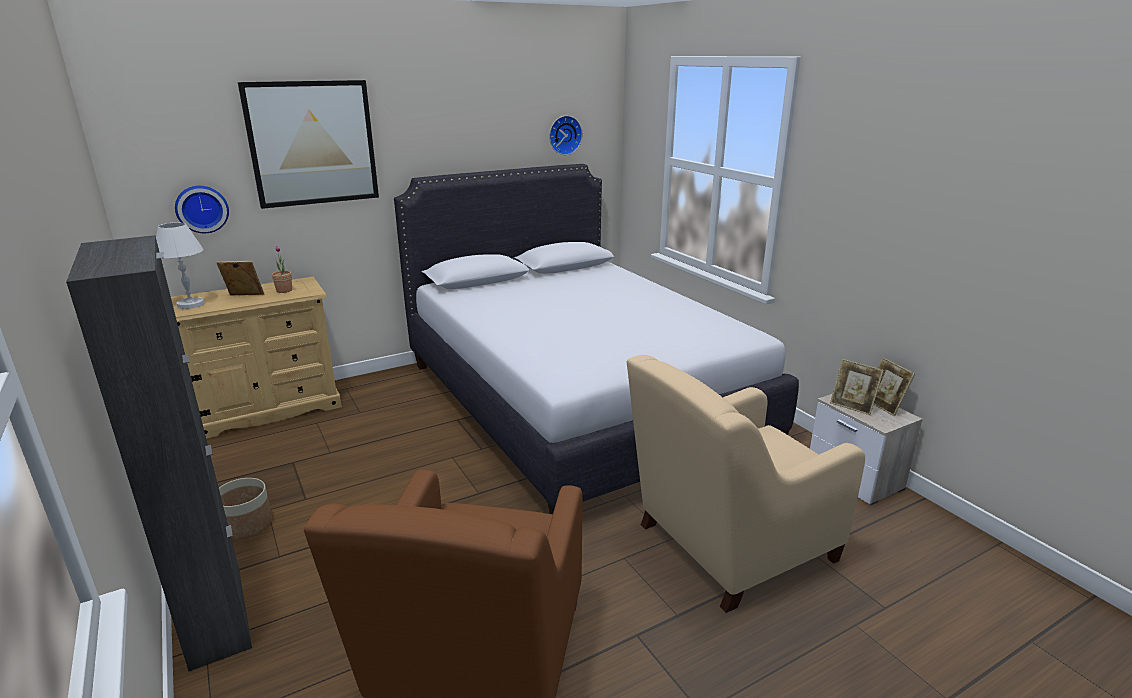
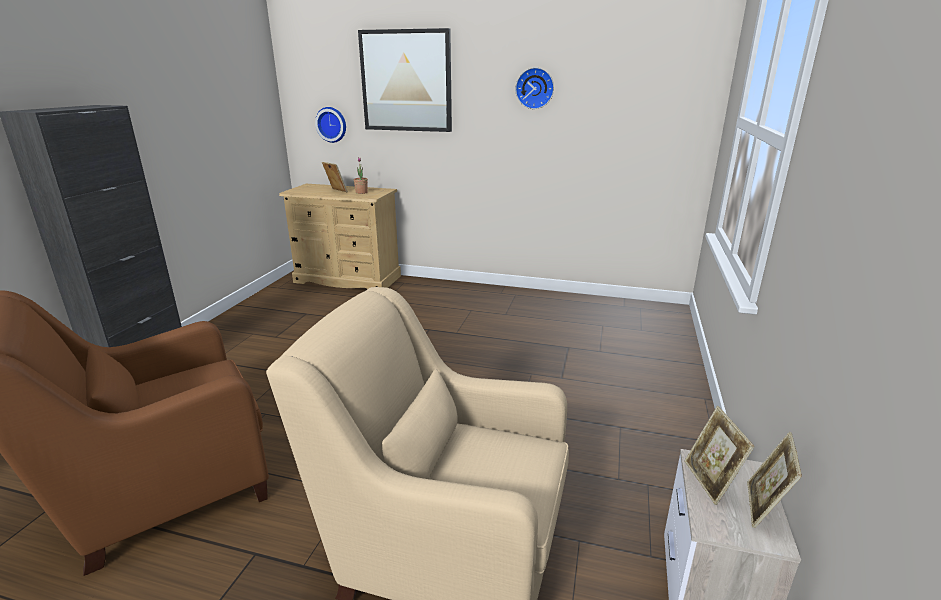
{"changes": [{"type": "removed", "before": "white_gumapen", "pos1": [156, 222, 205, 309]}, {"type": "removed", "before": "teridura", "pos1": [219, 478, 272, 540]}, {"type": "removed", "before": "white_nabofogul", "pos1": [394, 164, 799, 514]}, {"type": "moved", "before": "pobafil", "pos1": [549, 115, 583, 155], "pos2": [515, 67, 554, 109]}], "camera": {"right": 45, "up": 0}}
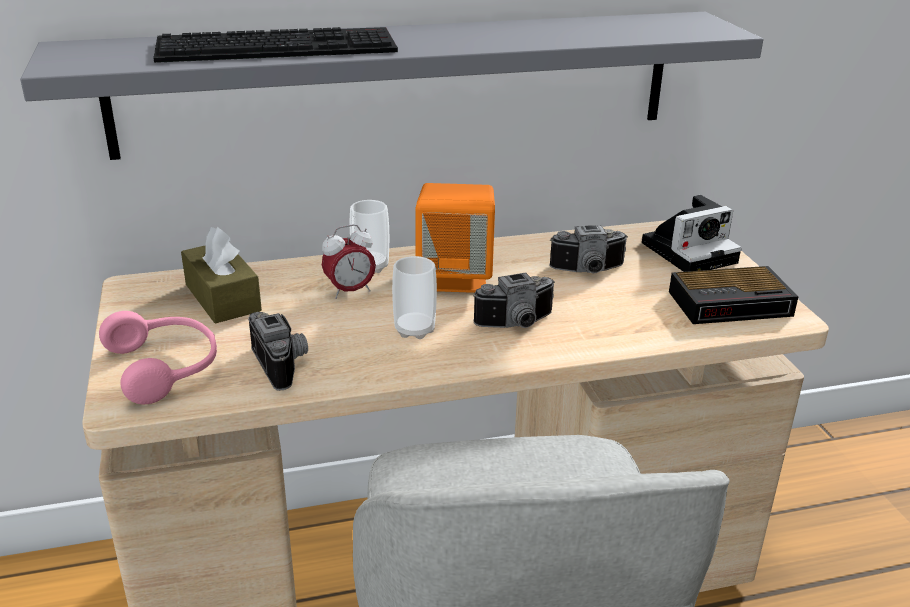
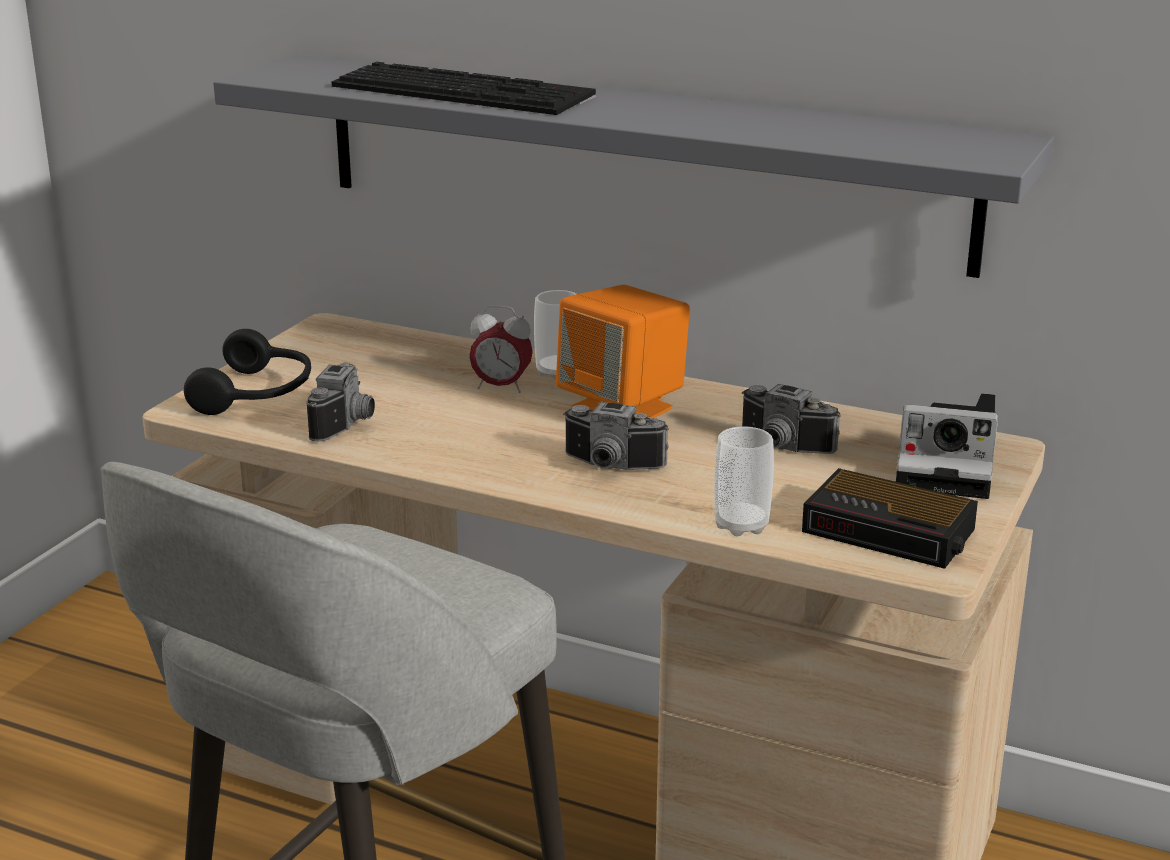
{"changes": [{"type": "recoloured", "before": "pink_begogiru", "after": "black_begogiru", "pos1": [99, 311, 217, 404], "pos2": [184, 329, 311, 415]}, {"type": "removed", "before": "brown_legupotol", "pos1": [181, 227, 262, 324]}, {"type": "moved", "before": "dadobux", "pos1": [392, 256, 437, 339], "pos2": [714, 426, 774, 536]}], "camera": {"right": 40, "up": -5}}
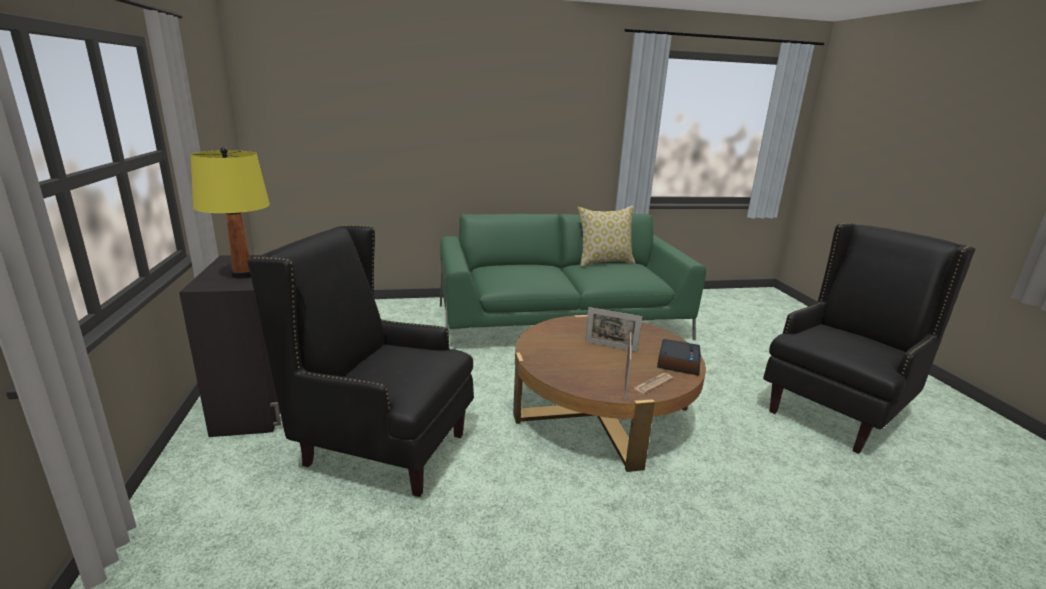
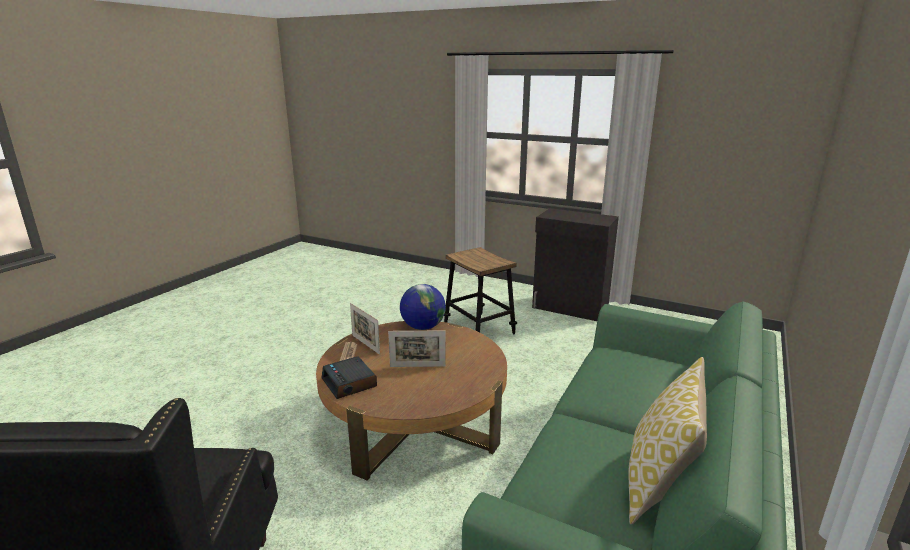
{"changes": [{"type": "removed", "before": "yellow_gumapen", "pos1": [190, 147, 270, 279]}, {"type": "replaced", "before": "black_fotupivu", "after": "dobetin", "pos1": [247, 225, 474, 497], "pos2": [444, 247, 517, 335]}, {"type": "turned", "before": "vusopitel", "pos1": [585, 307, 642, 352], "pos2": [388, 330, 446, 367], "turn": -150}, {"type": "added", "after": "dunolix", "pos2": [400, 284, 446, 330]}], "camera": {"right": 130, "up": 0}}
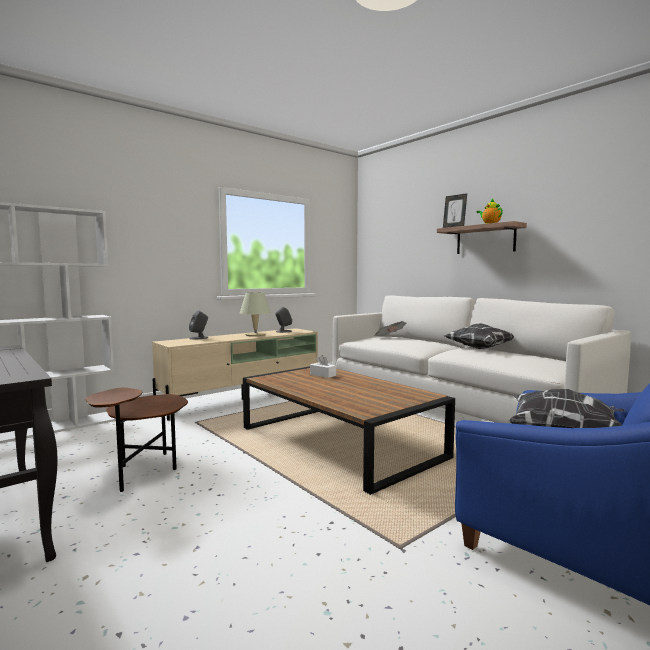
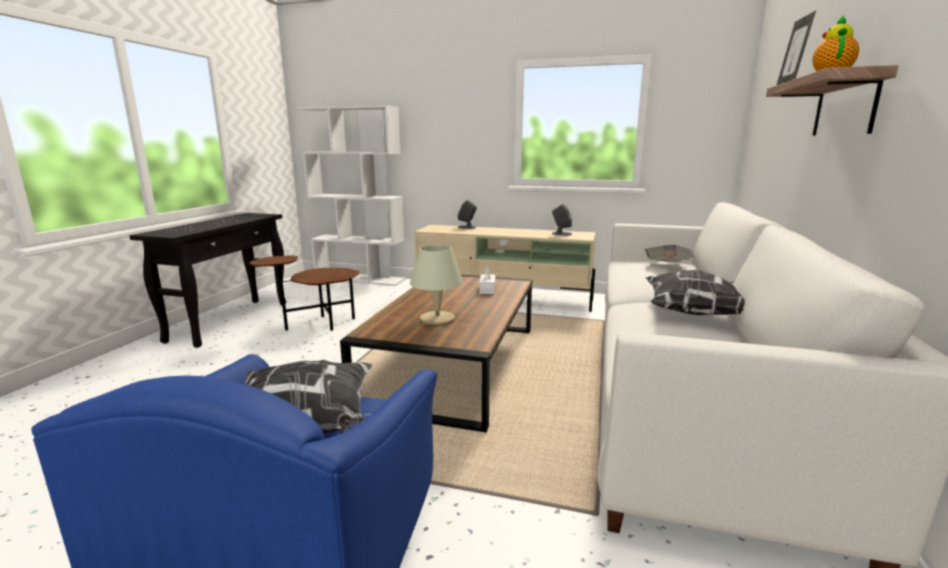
{"changes": [{"type": "moved", "before": "beige_gumapen", "pos1": [240, 292, 271, 337], "pos2": [410, 245, 463, 325]}], "camera": {"right": 55, "up": 10}}
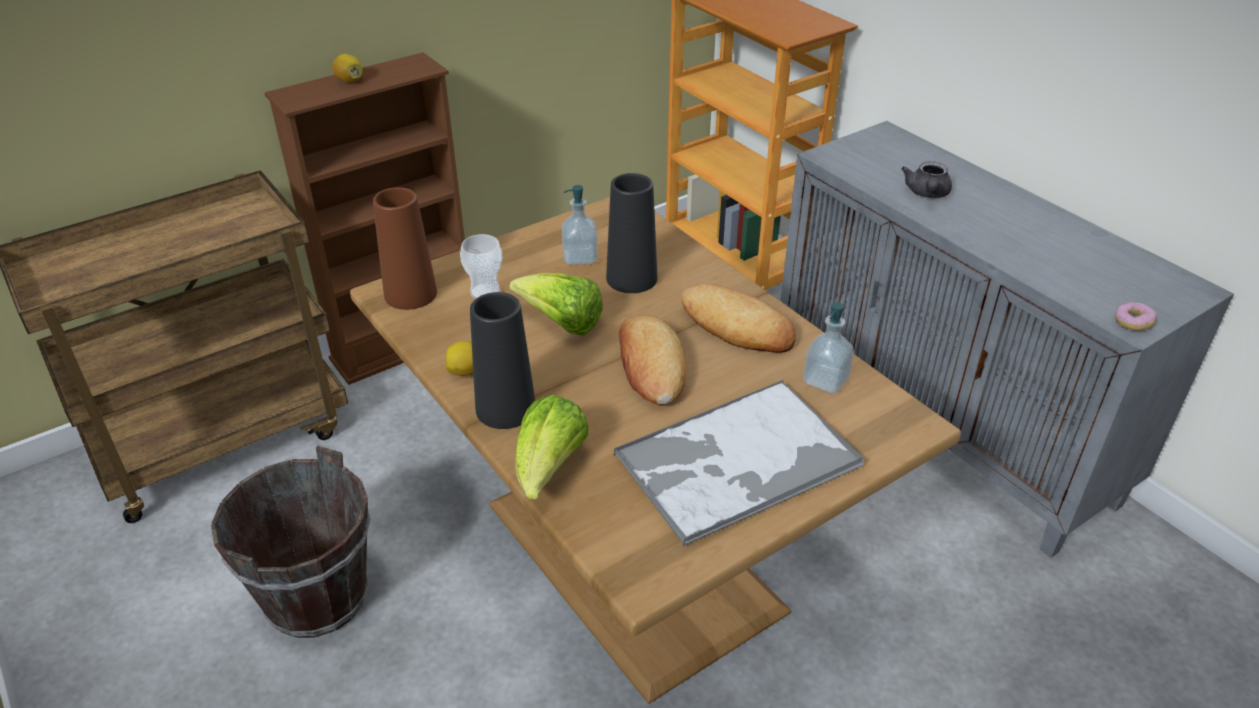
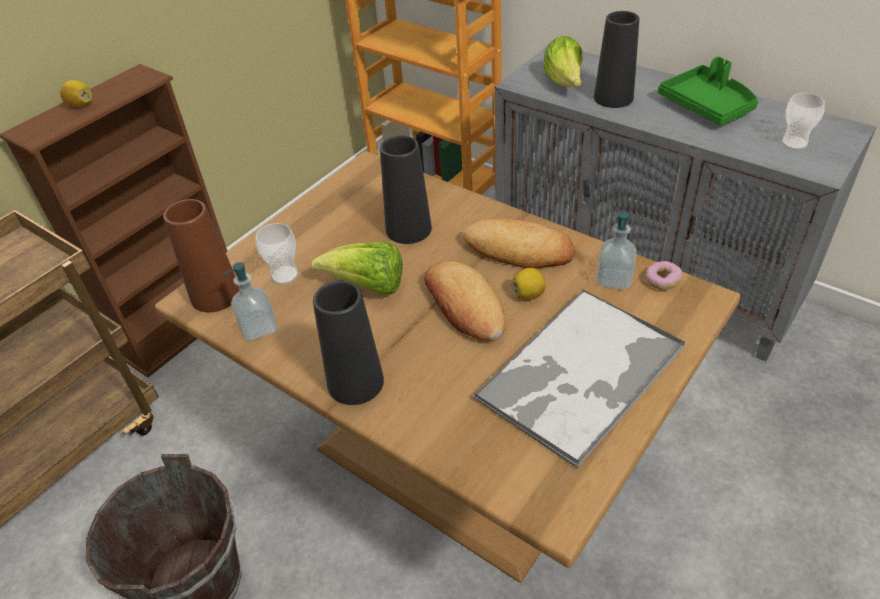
{"changes": [{"type": "moved", "before": "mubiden", "pos1": [446, 341, 473, 376], "pos2": [512, 268, 546, 300]}, {"type": "moved", "before": "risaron", "pos1": [515, 395, 588, 500], "pos2": [543, 36, 583, 87]}, {"type": "moved", "before": "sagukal", "pos1": [562, 185, 598, 265], "pos2": [224, 262, 277, 341]}, {"type": "replaced", "before": "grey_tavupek", "after": "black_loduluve", "pos1": [901, 161, 952, 198], "pos2": [594, 11, 639, 108]}, {"type": "moved", "before": "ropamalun", "pos1": [1115, 302, 1157, 331], "pos2": [646, 261, 682, 290]}, {"type": "added", "after": "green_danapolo", "pos2": [658, 56, 758, 126]}, {"type": "added", "after": "dadobux", "pos2": [781, 93, 825, 150]}], "camera": {"right": -15, "up": 5}}
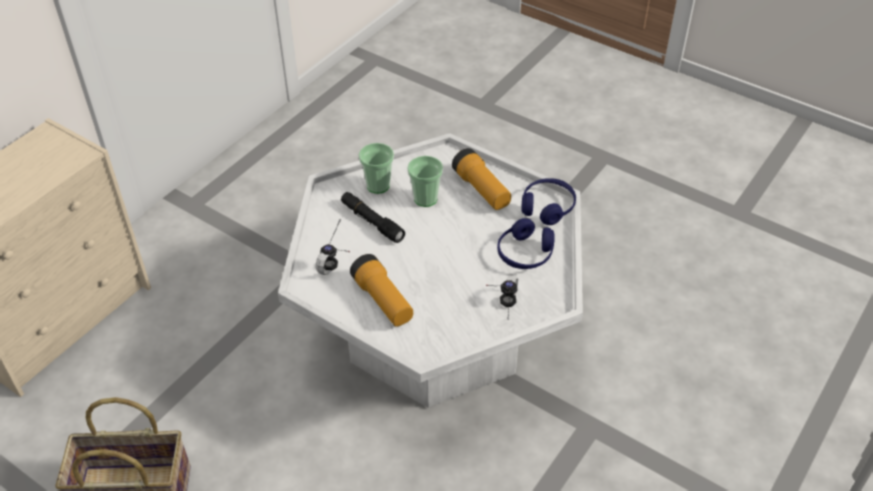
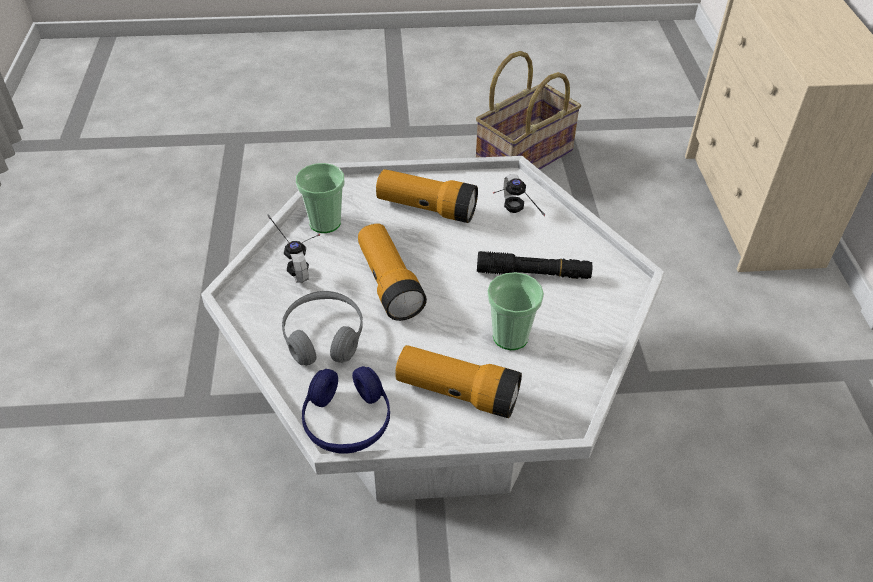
{"changes": [{"type": "moved", "before": "dadobux", "pos1": [359, 143, 394, 194], "pos2": [296, 163, 345, 233]}, {"type": "recoloured", "before": "blue_begogiru", "after": "grey_begogiru", "pos1": [497, 218, 555, 269], "pos2": [282, 291, 363, 366]}, {"type": "added", "after": "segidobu", "pos2": [358, 223, 427, 321]}], "camera": {"right": 140, "up": 0}}
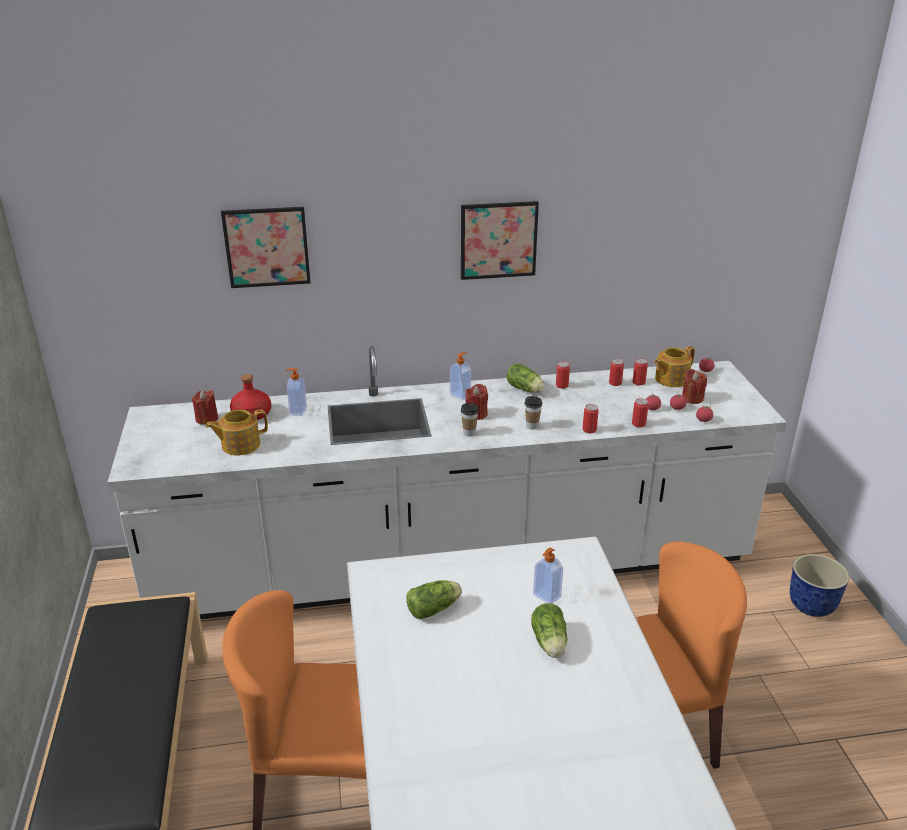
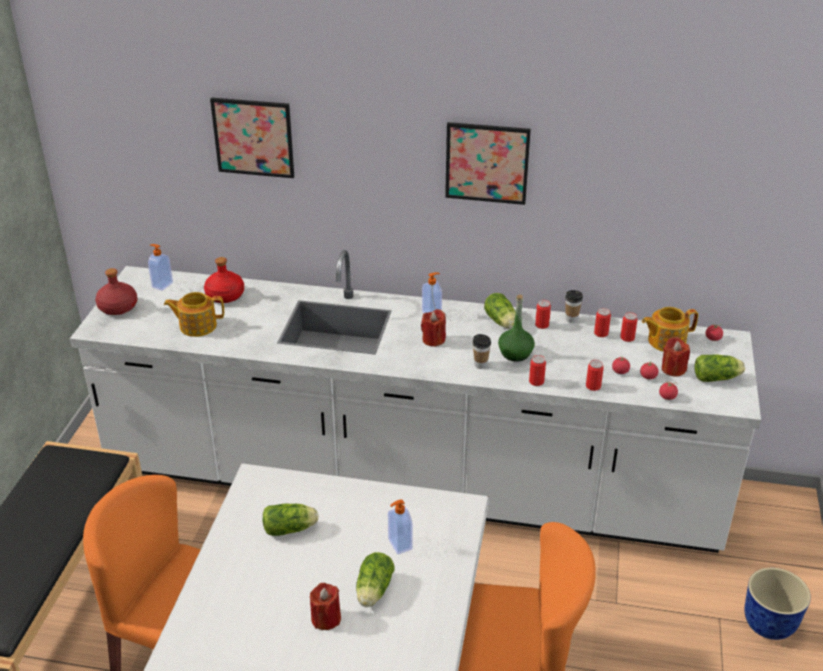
{"changes": [{"type": "moved", "before": "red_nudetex", "pos1": [192, 390, 218, 425], "pos2": [310, 583, 341, 630]}, {"type": "moved", "before": "sagukal", "pos1": [286, 368, 307, 416], "pos2": [148, 244, 173, 291]}, {"type": "moved", "before": "dadobux", "pos1": [461, 403, 479, 437], "pos2": [565, 290, 583, 323]}, {"type": "added", "after": "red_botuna", "pos2": [95, 268, 137, 315]}, {"type": "added", "after": "green_botuna", "pos2": [498, 294, 535, 362]}, {"type": "added", "after": "risaron", "pos2": [694, 355, 745, 382]}], "camera": {"right": 20, "up": 5}}
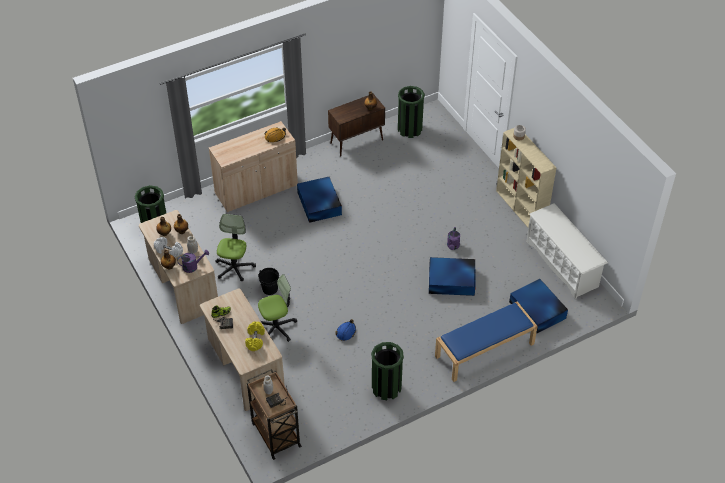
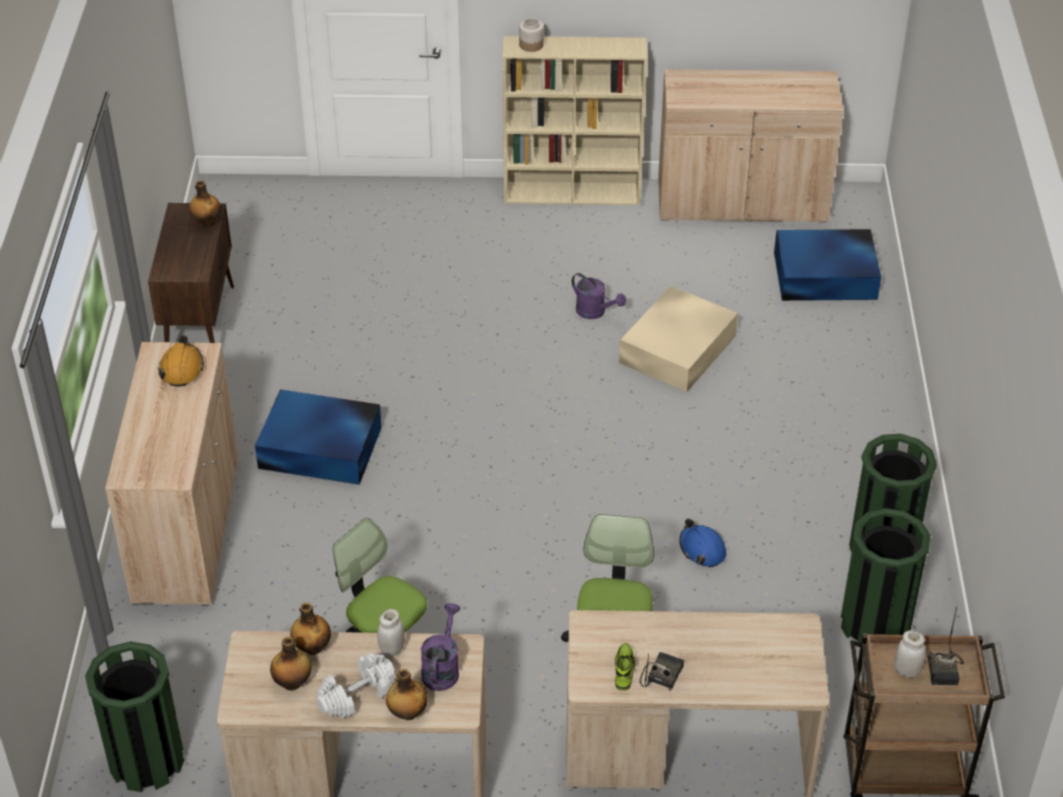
{"changes": [{"type": "removed", "before": "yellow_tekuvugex", "pos1": [245, 321, 265, 351]}, {"type": "removed", "before": "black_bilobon", "pos1": [259, 268, 279, 295]}, {"type": "moved", "before": "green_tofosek", "pos1": [398, 86, 425, 138], "pos2": [841, 508, 930, 643]}, {"type": "recoloured", "before": "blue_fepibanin", "after": "beige_fepibanin", "pos1": [429, 257, 476, 296], "pos2": [619, 286, 738, 392]}, {"type": "removed", "before": "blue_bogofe", "pos1": [435, 301, 538, 382]}, {"type": "replaced", "before": "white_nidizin", "after": "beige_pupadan", "pos1": [526, 203, 608, 299], "pos2": [658, 69, 843, 223]}], "camera": {"right": -60, "up": -5}}
